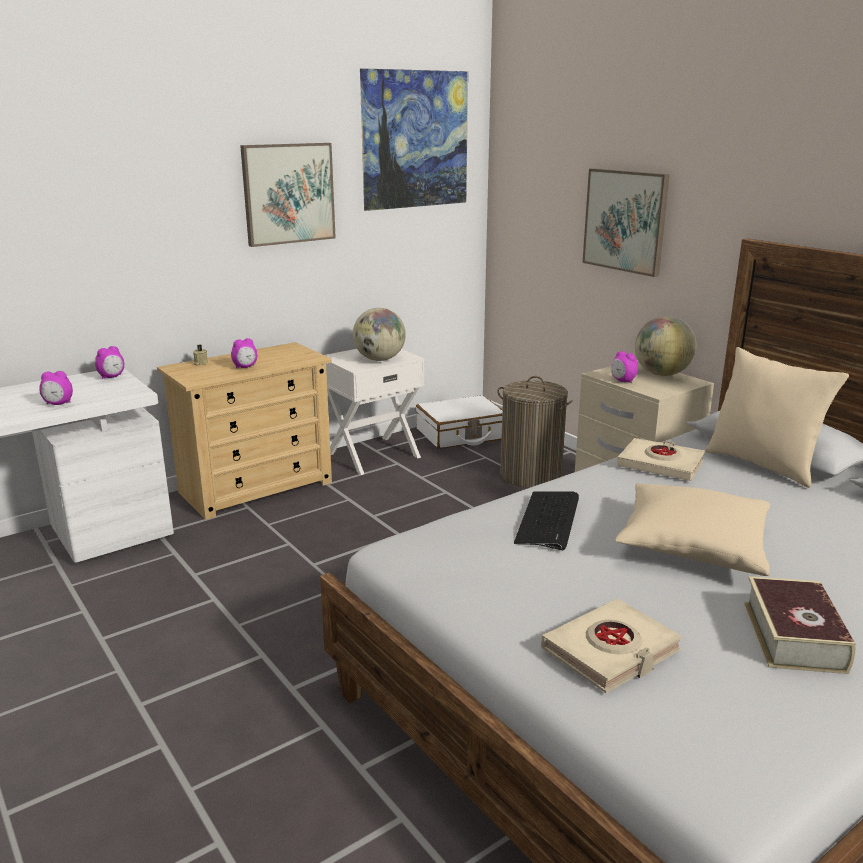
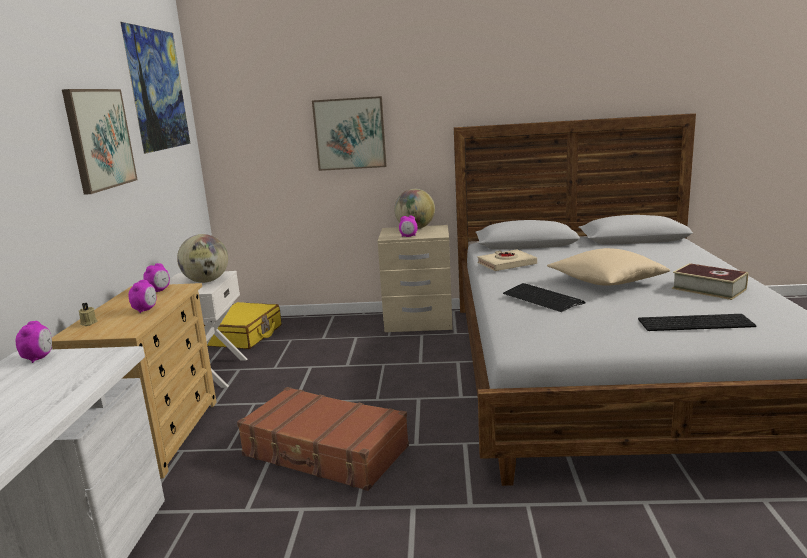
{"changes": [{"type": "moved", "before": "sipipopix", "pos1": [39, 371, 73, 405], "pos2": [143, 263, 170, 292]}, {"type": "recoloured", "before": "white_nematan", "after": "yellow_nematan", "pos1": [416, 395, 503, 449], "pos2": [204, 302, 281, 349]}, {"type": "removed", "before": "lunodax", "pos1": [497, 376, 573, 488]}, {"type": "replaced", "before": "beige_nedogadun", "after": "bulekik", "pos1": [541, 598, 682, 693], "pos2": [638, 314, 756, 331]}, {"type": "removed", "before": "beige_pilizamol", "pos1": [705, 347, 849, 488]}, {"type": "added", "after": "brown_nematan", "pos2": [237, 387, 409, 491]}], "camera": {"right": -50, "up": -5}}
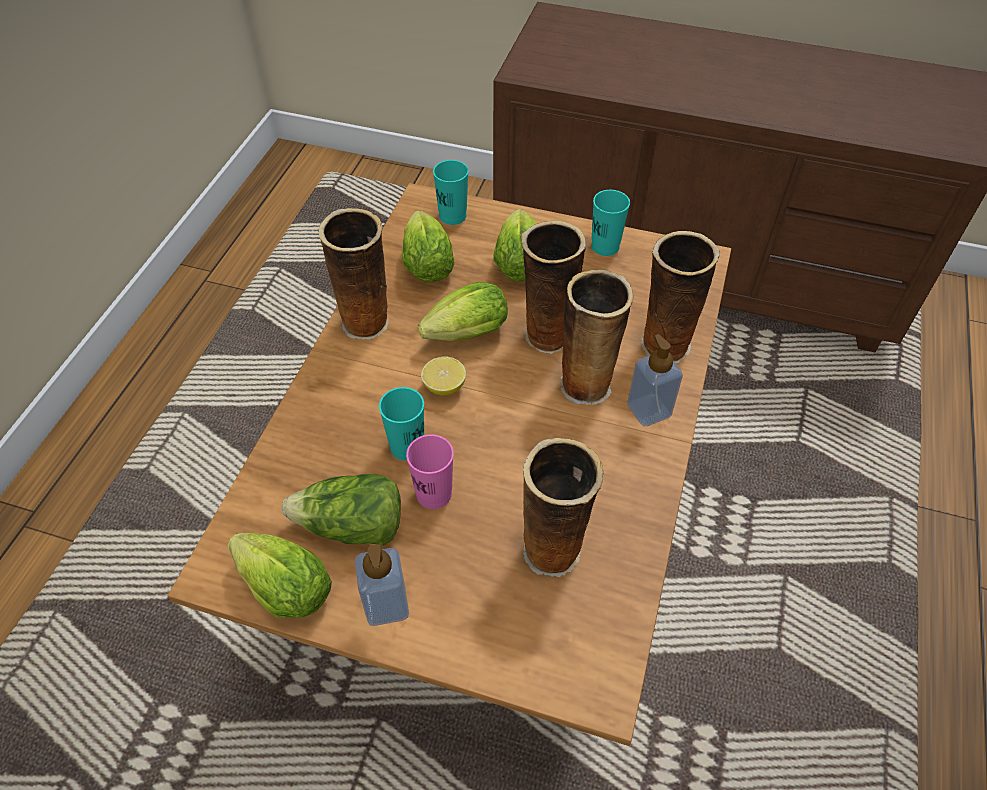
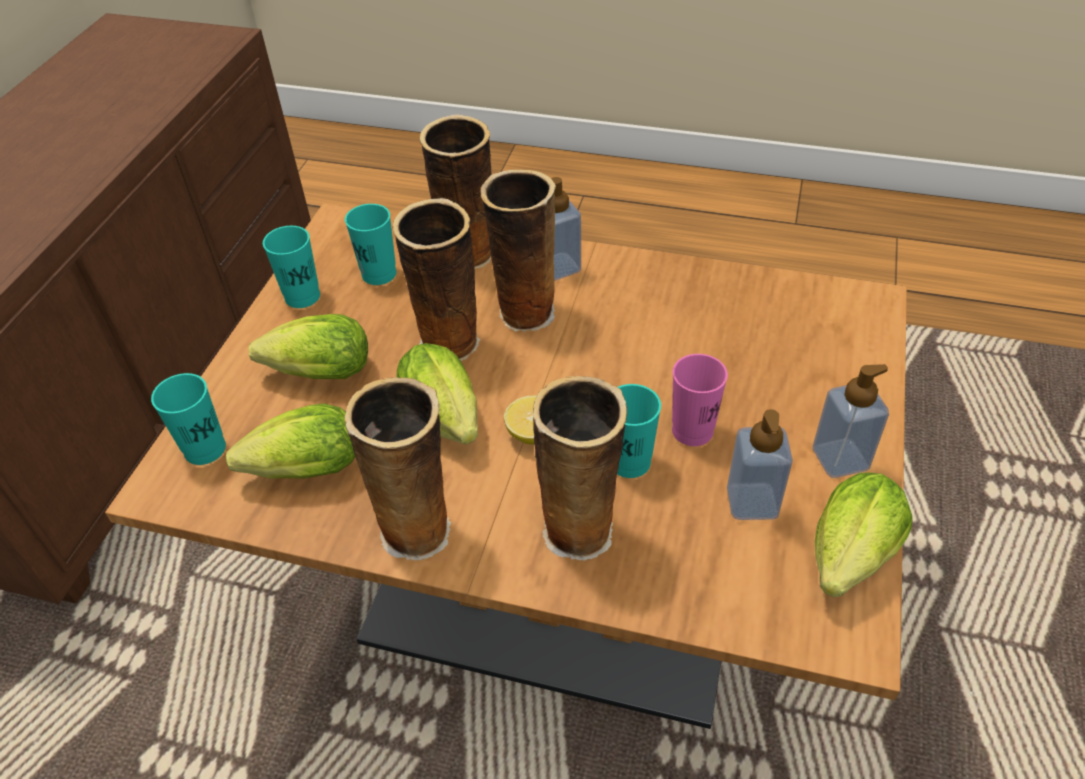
{"changes": [{"type": "replaced", "before": "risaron", "after": "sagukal", "pos1": [282, 474, 401, 545], "pos2": [727, 409, 793, 520]}, {"type": "moved", "before": "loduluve", "pos1": [523, 438, 603, 577], "pos2": [533, 376, 627, 561]}, {"type": "added", "after": "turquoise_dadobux", "pos2": [345, 204, 396, 285]}], "camera": {"right": -90, "up": -5}}
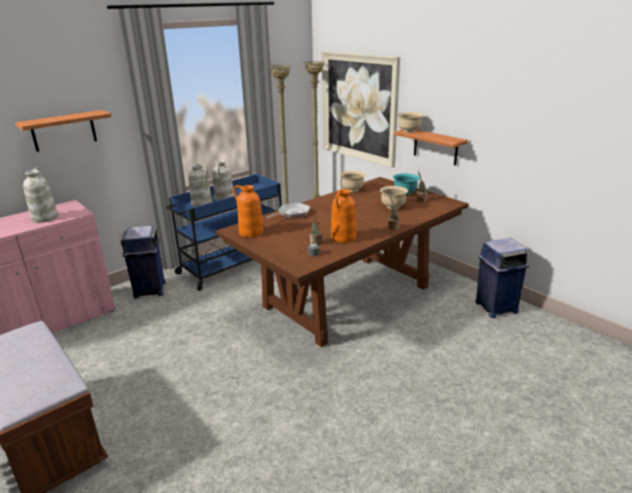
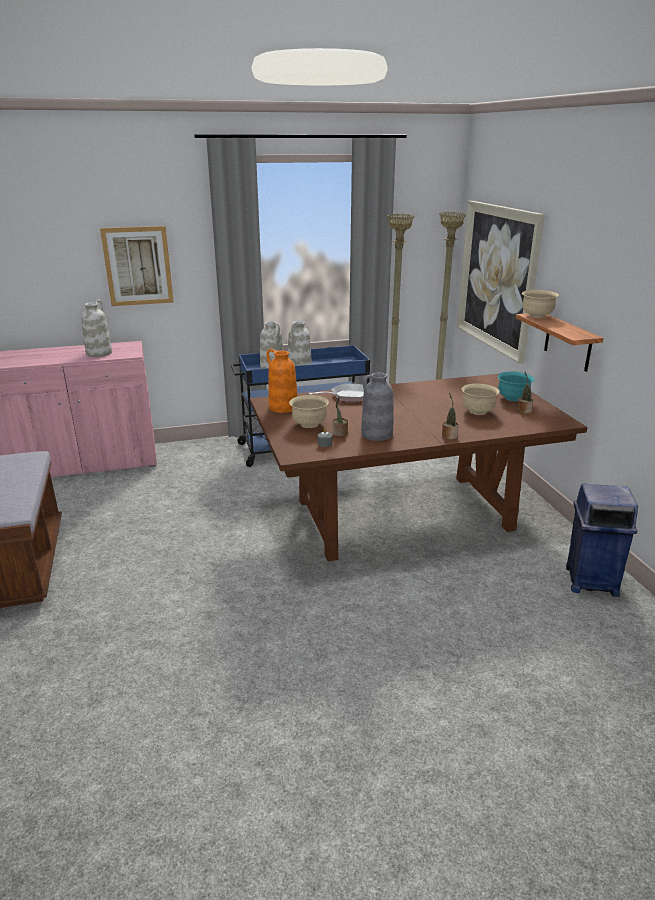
{"changes": [{"type": "replaced", "before": "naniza", "after": "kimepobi", "pos1": [15, 110, 112, 152], "pos2": [100, 226, 174, 306]}, {"type": "removed", "before": "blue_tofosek", "pos1": [121, 226, 165, 299]}, {"type": "recoloured", "before": "orange_loduluve", "after": "grey_loduluve", "pos1": [331, 189, 356, 243], "pos2": [361, 373, 393, 441]}, {"type": "moved", "before": "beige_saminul", "pos1": [340, 171, 366, 192], "pos2": [289, 395, 329, 428]}], "camera": {"right": 25, "up": 0}}
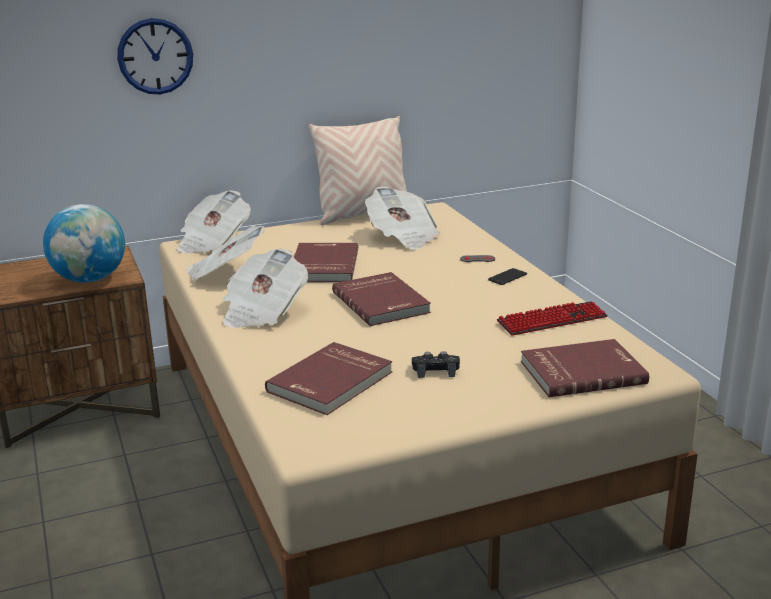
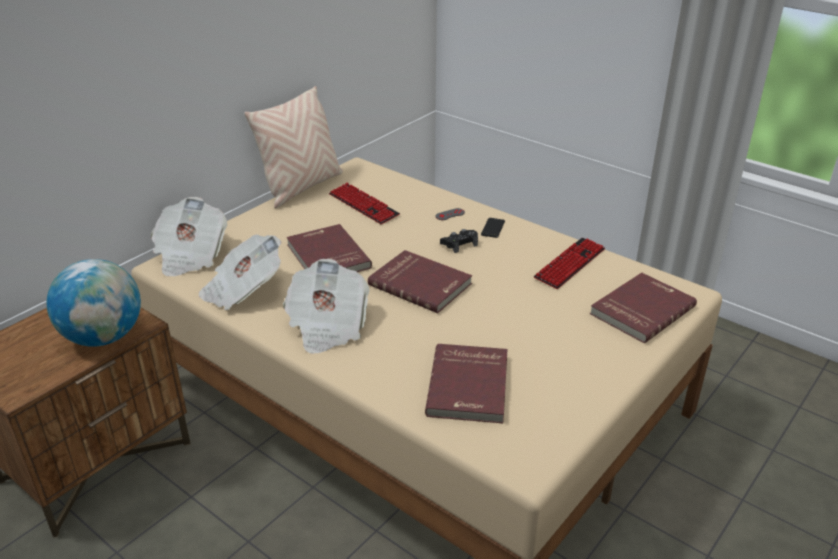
{"changes": [{"type": "removed", "before": "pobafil", "pos1": [117, 18, 193, 95]}, {"type": "replaced", "before": "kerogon", "after": "bulekik", "pos1": [365, 186, 440, 250], "pos2": [329, 183, 400, 224]}, {"type": "moved", "before": "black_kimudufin", "pos1": [412, 351, 460, 378], "pos2": [440, 229, 478, 253]}], "camera": {"right": -30, "up": 10}}
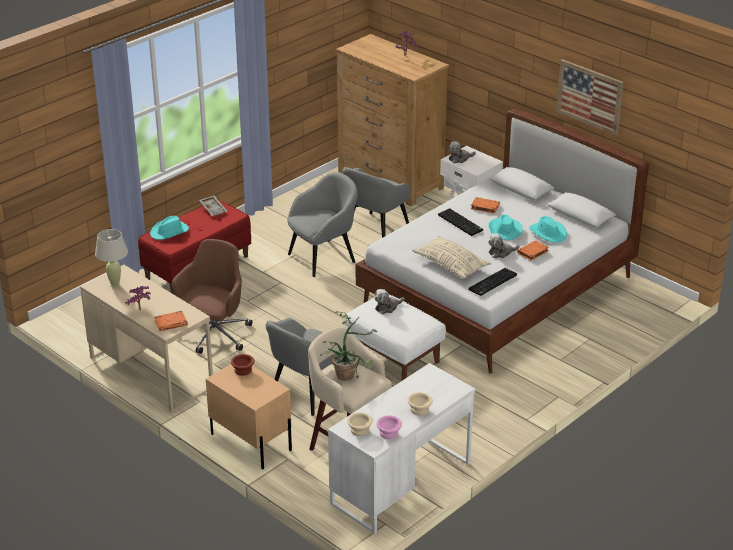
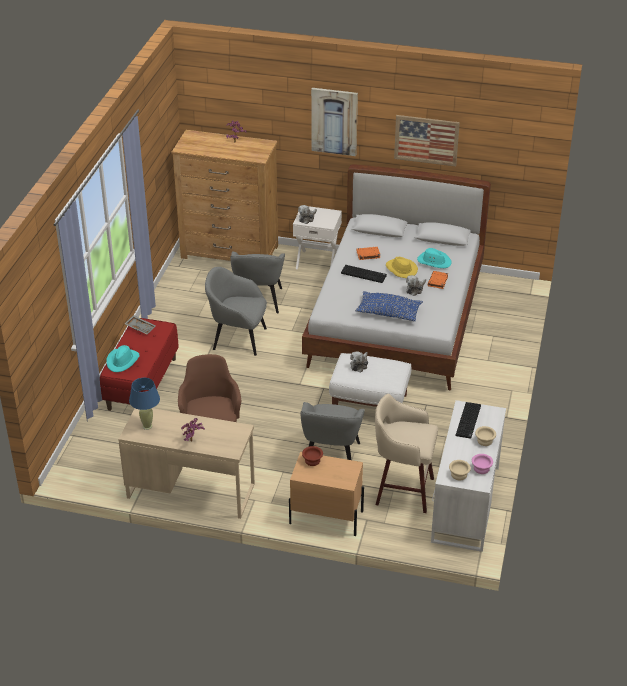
{"changes": [{"type": "recoloured", "before": "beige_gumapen", "after": "blue_gumapen", "pos1": [95, 229, 128, 288], "pos2": [129, 378, 160, 430]}, {"type": "removed", "before": "orange_nedogadun", "pos1": [154, 311, 188, 331]}, {"type": "turned", "before": "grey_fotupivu", "pos1": [287, 172, 358, 277], "pos2": [205, 267, 267, 356], "turn": -105}, {"type": "removed", "before": "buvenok", "pos1": [320, 311, 377, 381]}, {"type": "recoloured", "before": "beige_pilizamol", "after": "blue_pilizamol", "pos1": [412, 235, 491, 279], "pos2": [355, 291, 423, 321]}, {"type": "moved", "before": "bulekik", "pos1": [468, 268, 517, 296], "pos2": [456, 402, 481, 439]}, {"type": "recoloured", "before": "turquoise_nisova", "after": "yellow_nisova", "pos1": [488, 214, 523, 240], "pos2": [386, 257, 418, 278]}, {"type": "added", "after": "kimepobi", "pos2": [311, 88, 358, 156]}], "camera": {"right": -30, "up": 5}}
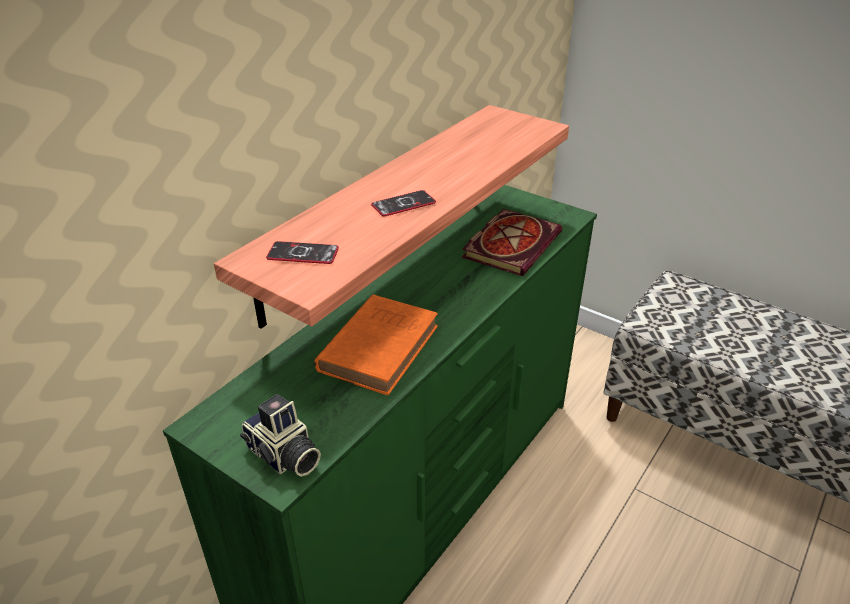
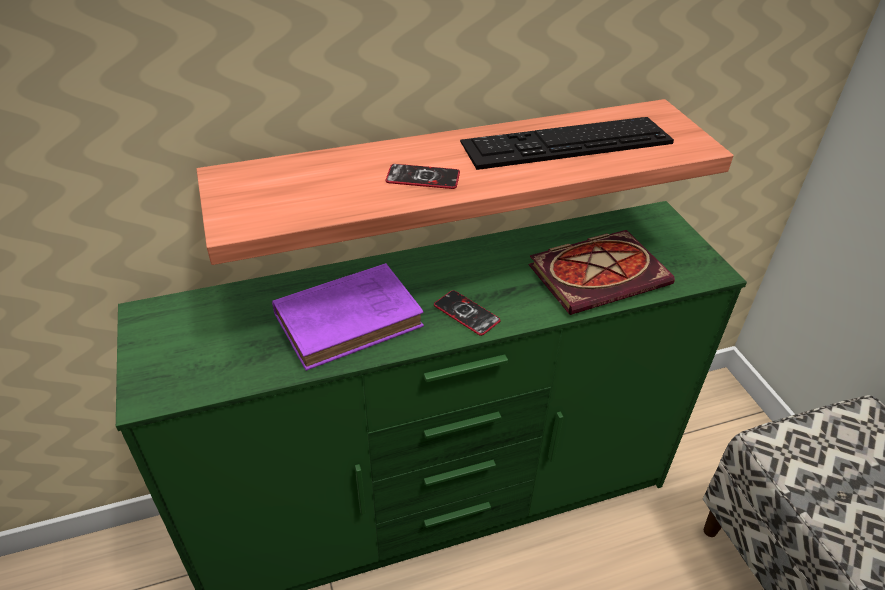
{"changes": [{"type": "removed", "before": "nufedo", "pos1": [240, 394, 321, 477]}, {"type": "moved", "before": "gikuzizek", "pos1": [266, 241, 339, 264], "pos2": [434, 290, 501, 336]}, {"type": "recoloured", "before": "orange_nedogadun", "after": "purple_nedogadun", "pos1": [315, 294, 438, 395], "pos2": [272, 263, 424, 371]}, {"type": "added", "after": "bulekik", "pos2": [460, 117, 674, 170]}], "camera": {"right": 35, "up": 5}}
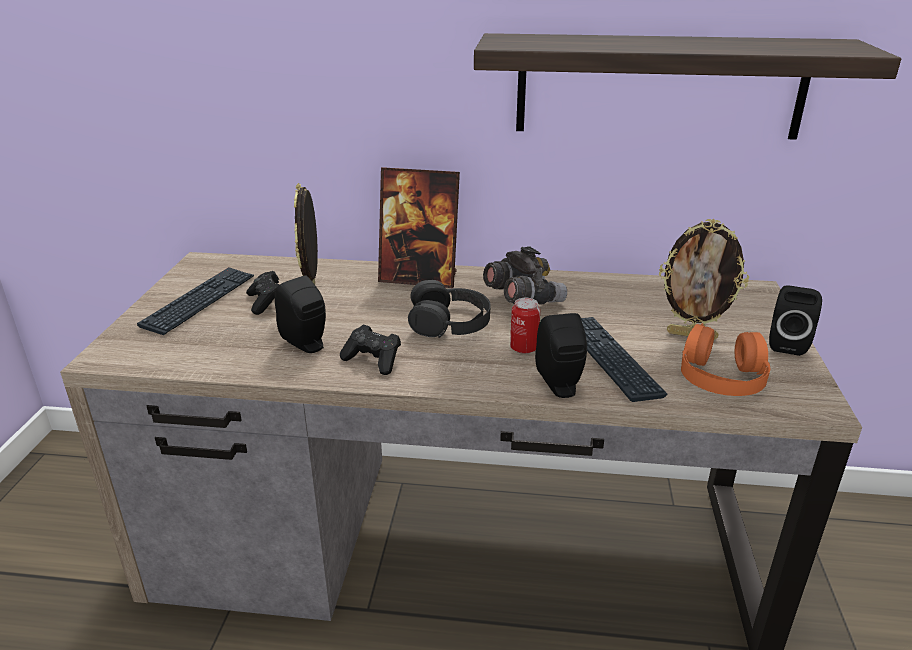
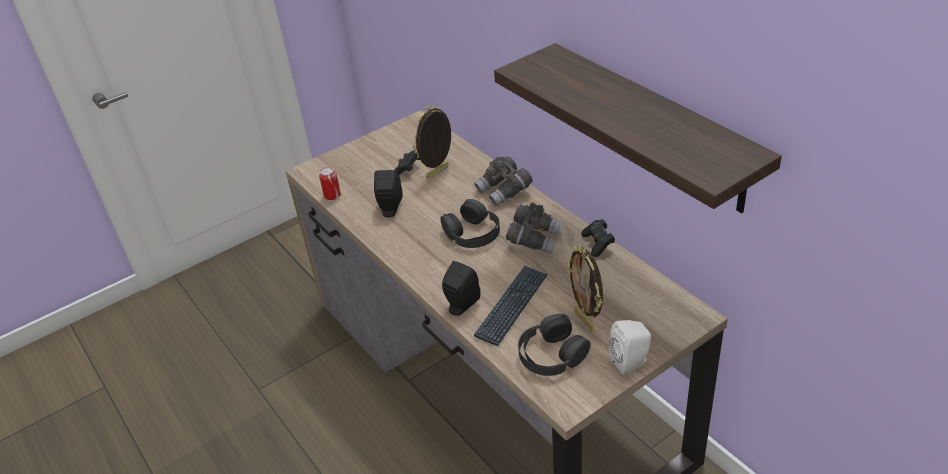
{"changes": [{"type": "removed", "before": "bulekik", "pos1": [137, 267, 254, 335]}, {"type": "moved", "before": "black_kimudufin", "pos1": [340, 325, 401, 375], "pos2": [581, 219, 615, 257]}, {"type": "replaced", "before": "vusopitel", "after": "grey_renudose", "pos1": [378, 167, 460, 288], "pos2": [474, 156, 533, 206]}, {"type": "moved", "before": "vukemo", "pos1": [510, 298, 540, 354], "pos2": [319, 167, 341, 200]}, {"type": "recoloured", "before": "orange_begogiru", "after": "black_begogiru", "pos1": [681, 323, 770, 396], "pos2": [518, 314, 591, 376]}, {"type": "recoloured", "before": "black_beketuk", "after": "white_beketuk", "pos1": [769, 285, 822, 356], "pos2": [609, 320, 651, 374]}], "camera": {"right": 50, "up": 10}}
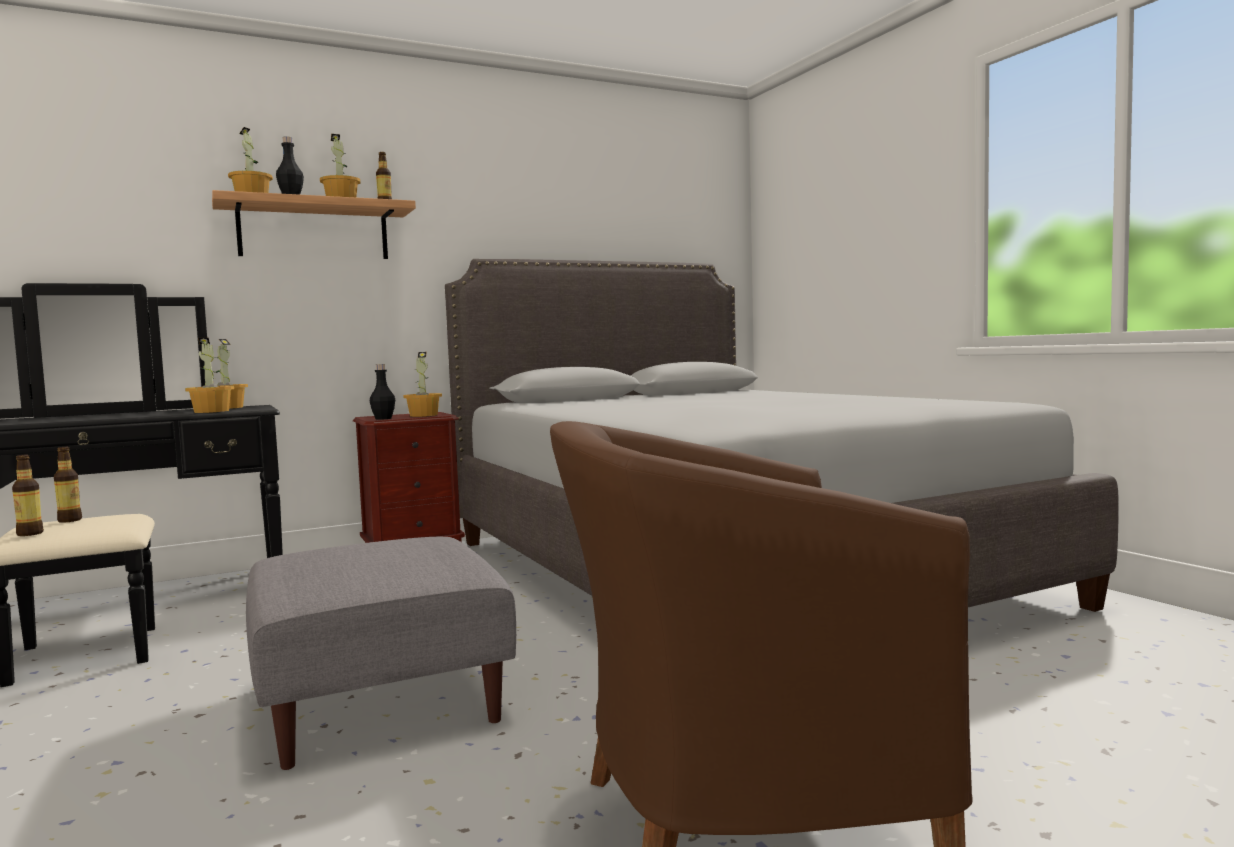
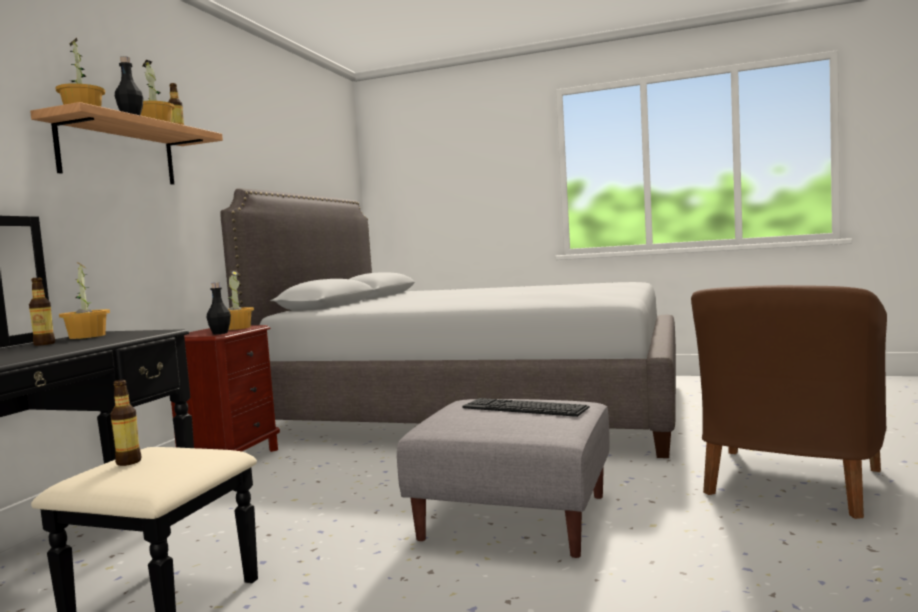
{"changes": [{"type": "moved", "before": "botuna", "pos1": [12, 455, 44, 536], "pos2": [29, 277, 55, 346]}, {"type": "removed", "before": "buvenok", "pos1": [185, 338, 234, 413]}, {"type": "added", "after": "bulekik", "pos2": [462, 398, 589, 417]}], "camera": {"right": -45, "up": 0}}
